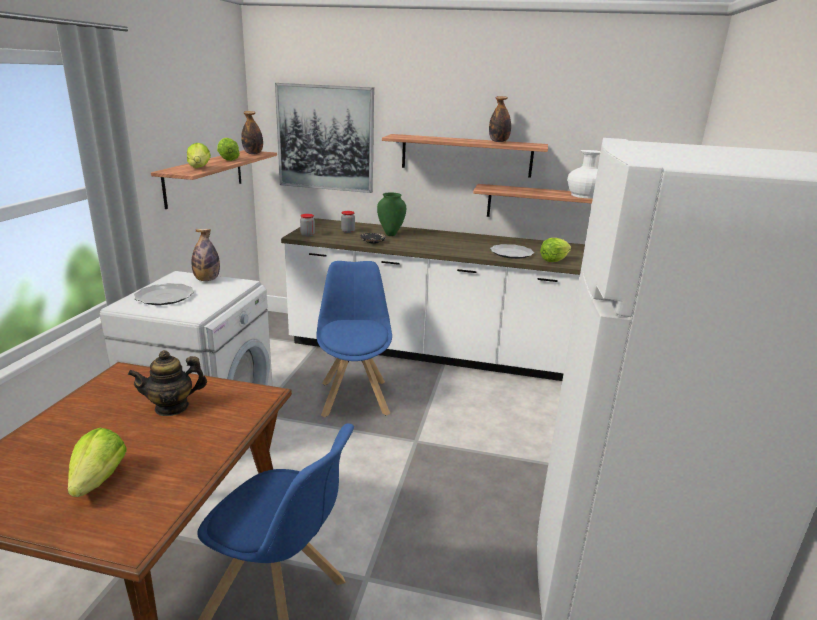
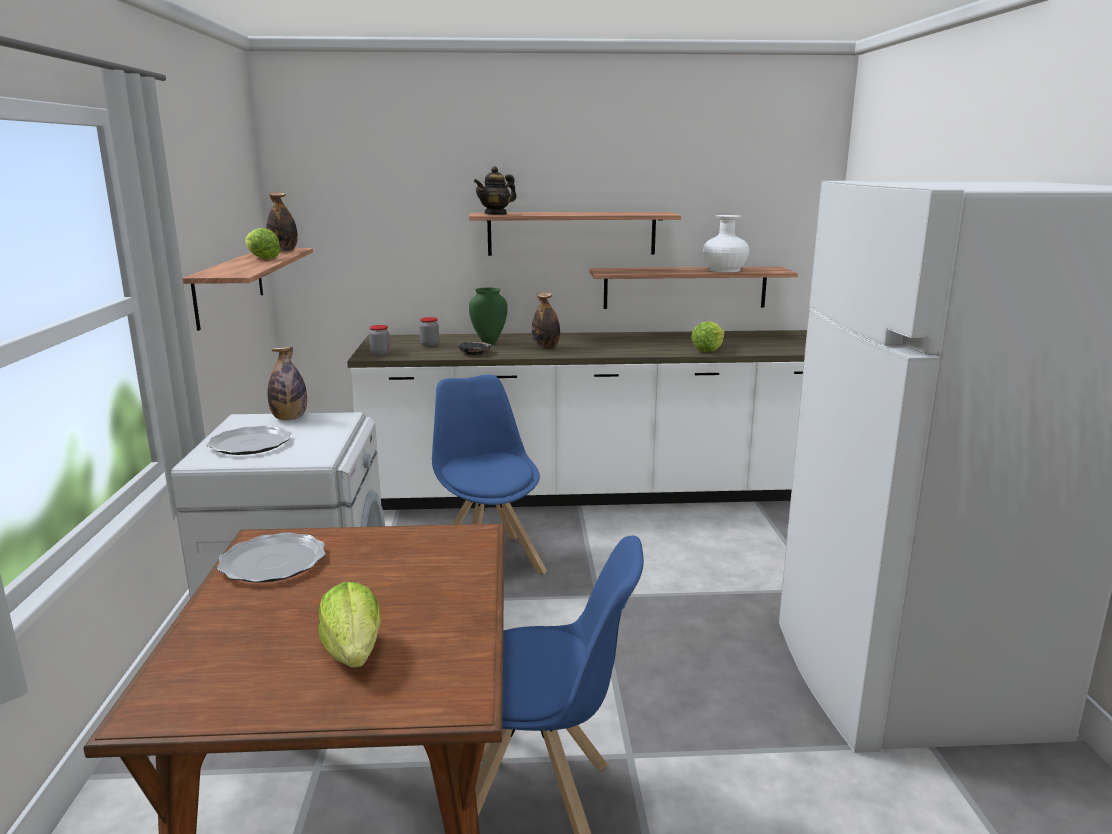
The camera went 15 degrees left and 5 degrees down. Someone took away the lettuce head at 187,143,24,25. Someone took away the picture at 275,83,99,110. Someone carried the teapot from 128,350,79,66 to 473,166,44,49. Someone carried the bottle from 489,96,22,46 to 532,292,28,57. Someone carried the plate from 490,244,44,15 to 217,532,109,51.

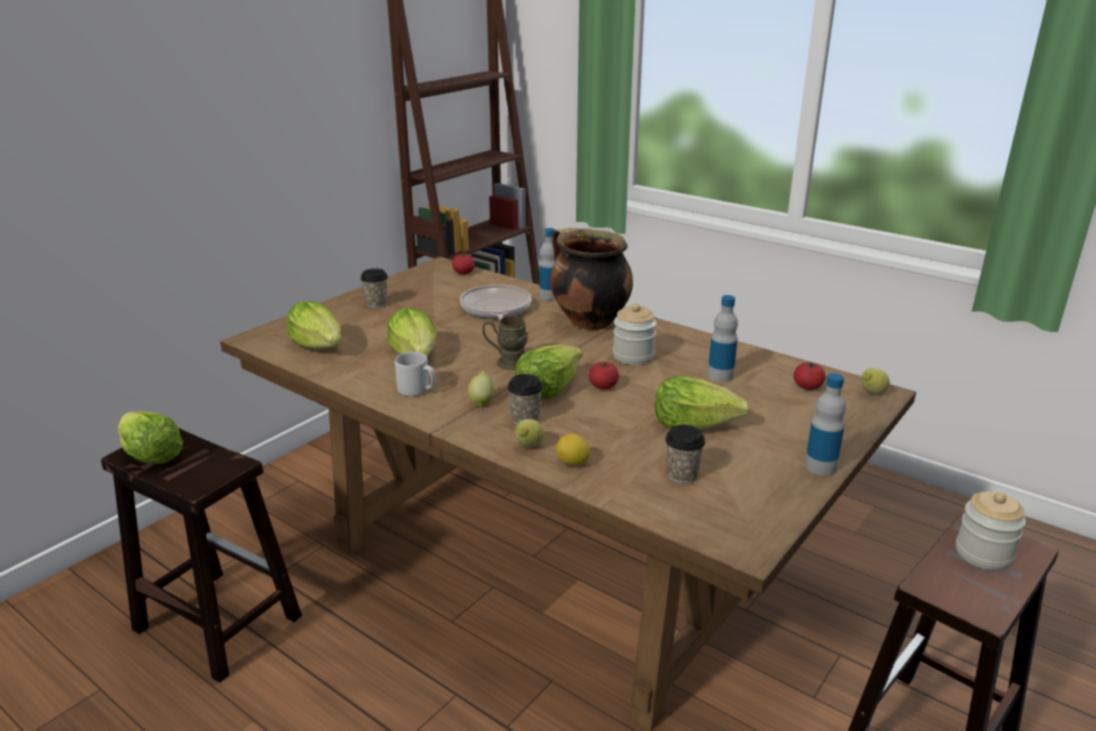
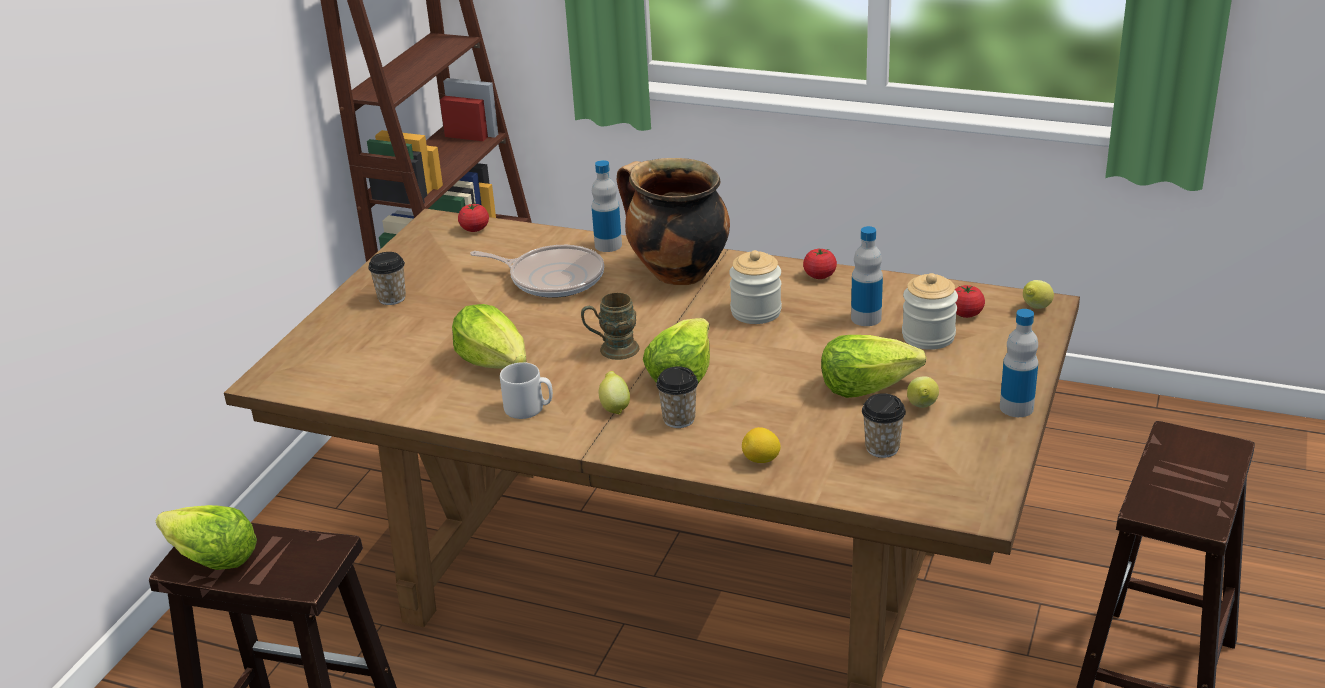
The camera went 15 degrees left and 5 degrees up. Someone took away the lettuce head at 287,301,54,48. Someone carried the lemon from 515,419,29,28 to 907,376,32,32. Someone carried the tomato from 588,362,31,28 to 803,249,34,30. Someone carried the preserve jar from 956,491,70,79 to 902,273,56,77. Someone rotated the skillet at 460,284,72,39 by 135 degrees clockwise.

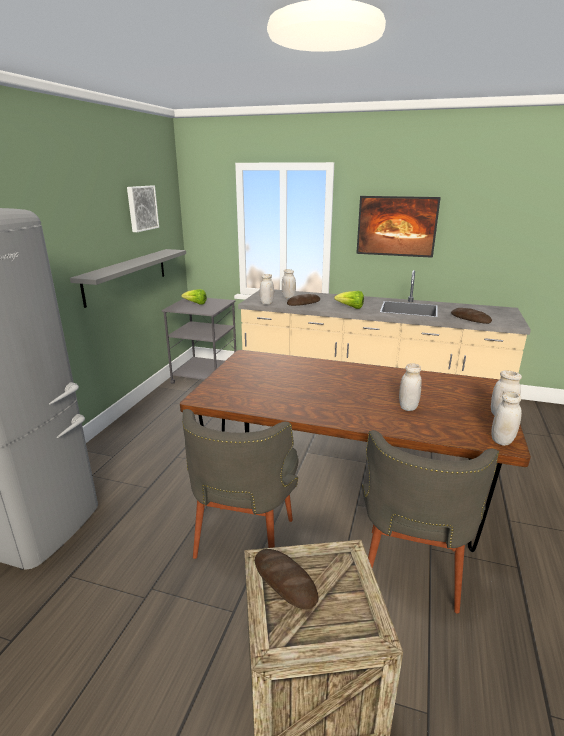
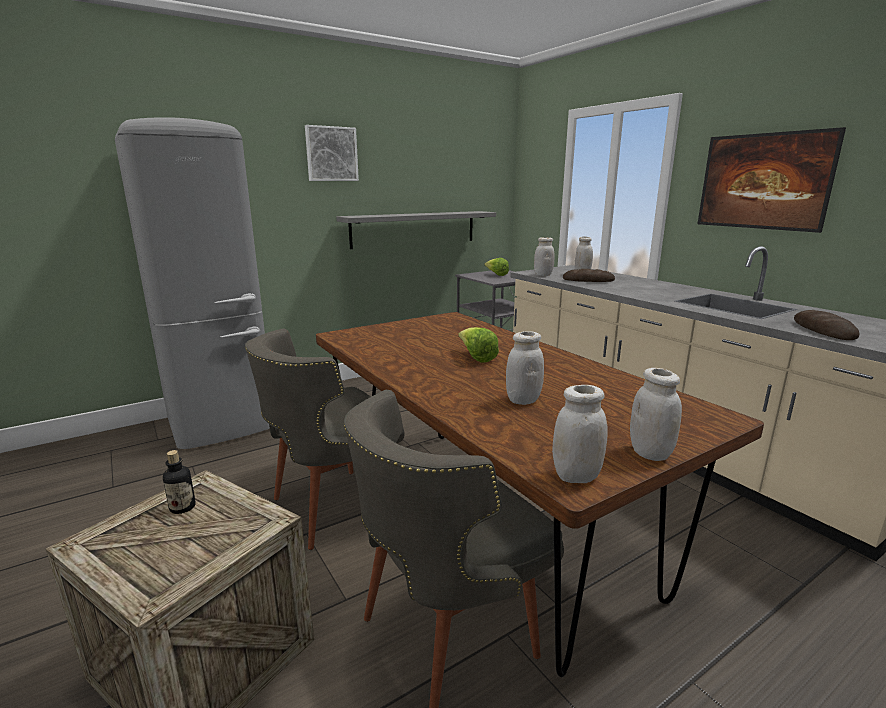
The camera went 40 degrees right and 5 degrees down. Someone carried the picture from 127,186,32,46 to 305,125,54,56. Someone carried the lettuce head from 334,291,30,18 to 458,327,41,36. Someone swapped the baked bread at 255,549,64,61 for the bottle at 163,450,32,64.

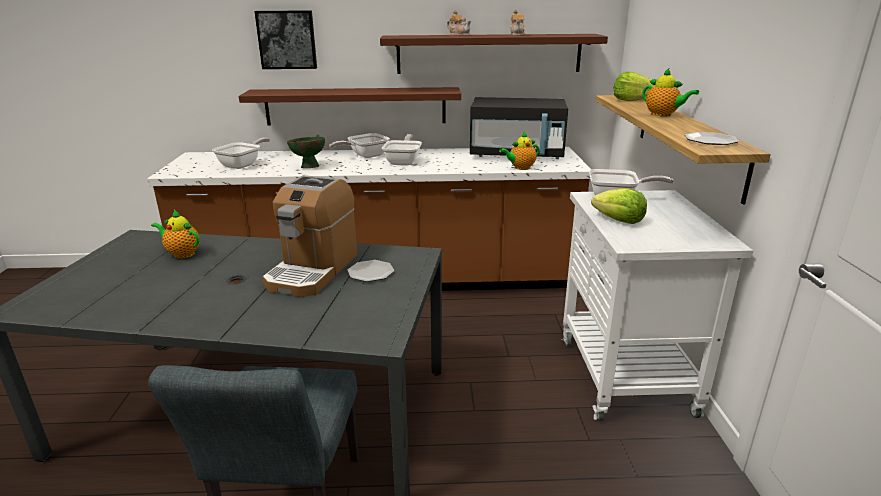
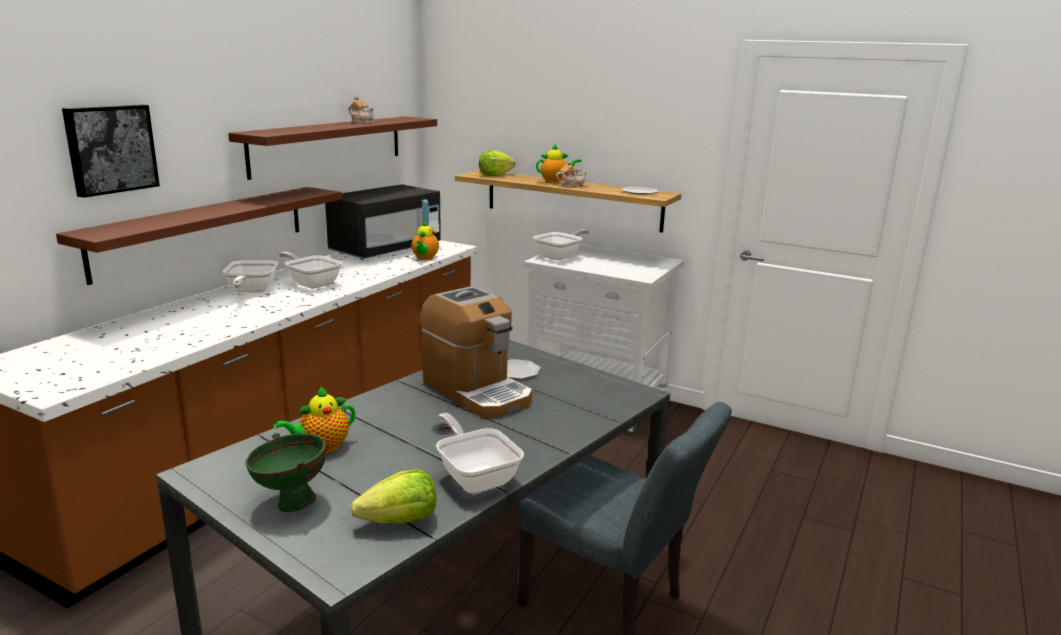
The camera went 60 degrees left and 5 degrees down. Someone carried the skillet from 212,138,58,31 to 436,413,88,80. Someone carried the serving bowl/green from 287,134,38,34 to 245,433,81,79. Someone carried the teapot from 447,10,24,26 to 556,161,32,27. Someone carried the lettuce head from 591,188,56,36 to 351,469,85,54.

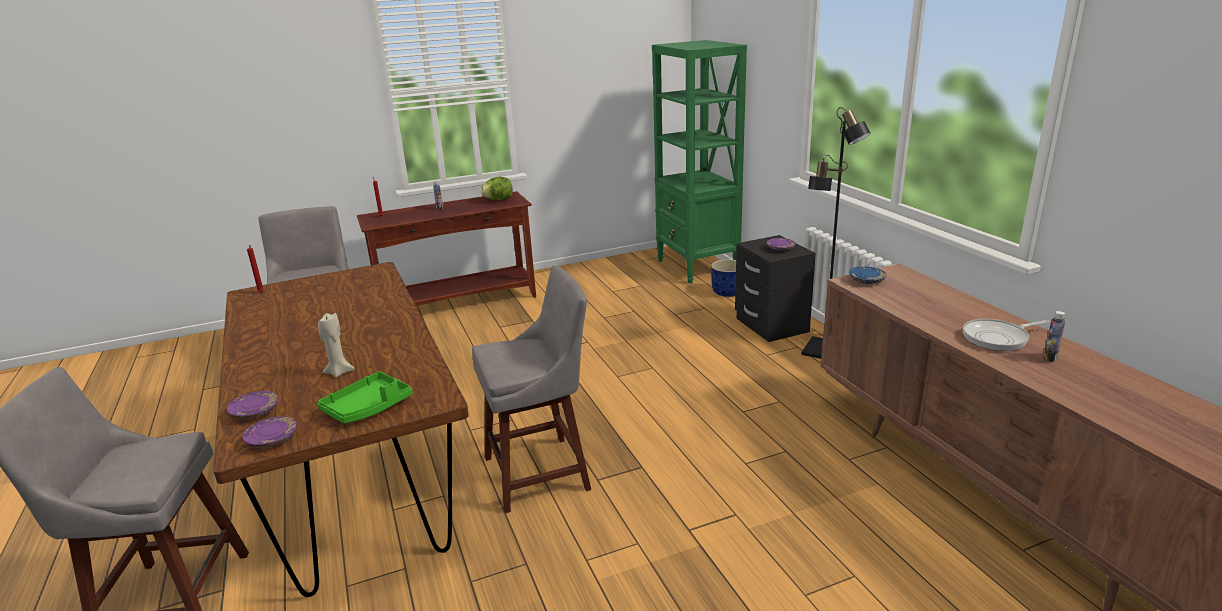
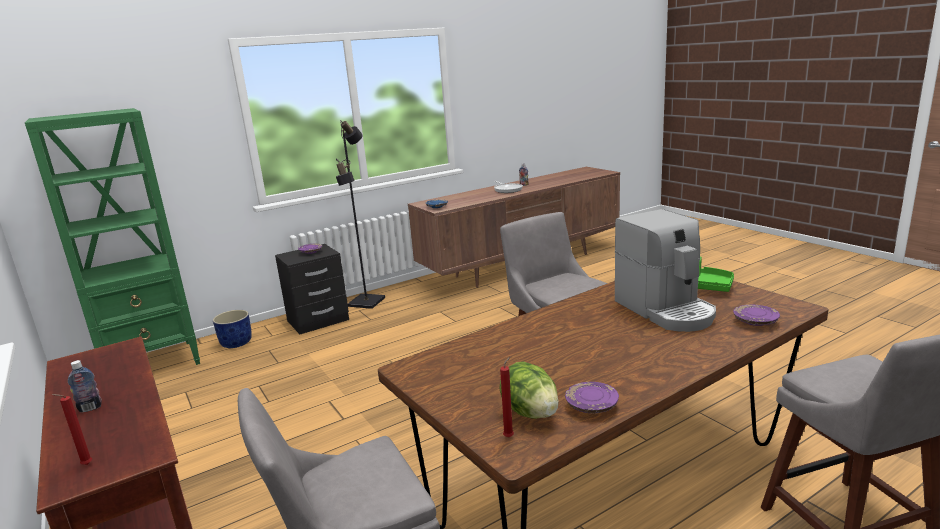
The camera went 100 degrees left and 5 degrees down. Someone carried the plate/purplish from 242,416,55,32 to 565,382,54,31. Someone carried the lettuce head from 480,177,32,23 to 499,361,60,58. Someone swapped the wax candle/sand-coloured at 318,313,37,65 for the coffee machine at 615,209,101,123.

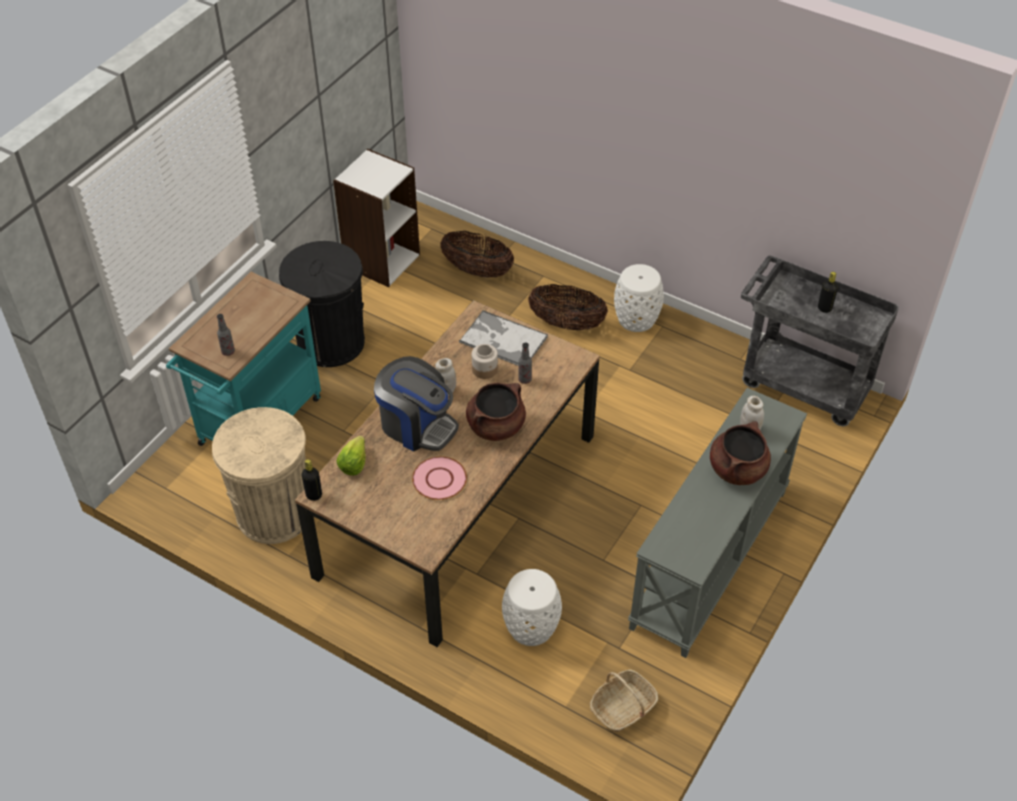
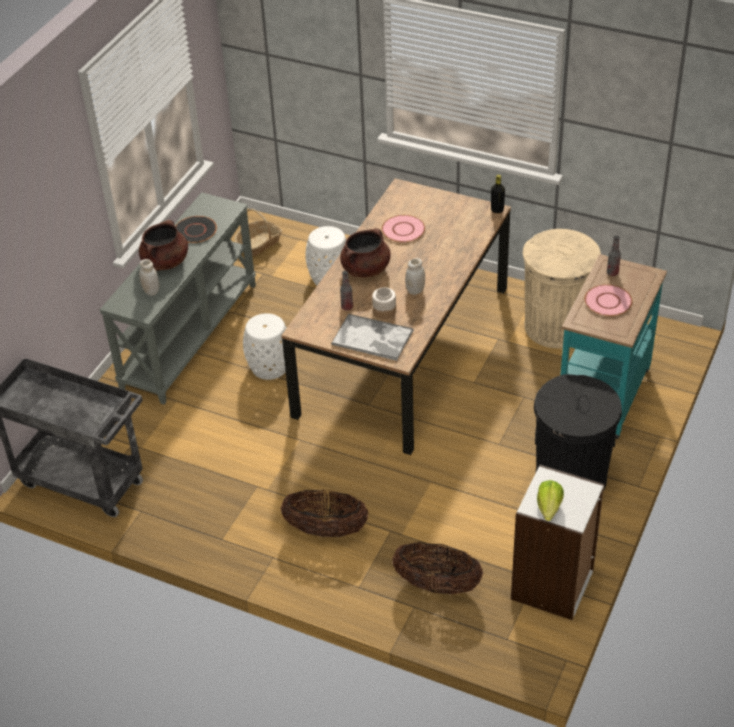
The camera went 175 degrees right and 5 degrees down. Someone took away the coffee machine at 374,356,85,96. Someone took away the bottle/black-coloured at 818,272,20,41. Someone put down the plate/black-coloured at 176,216,41,27. Someone put down the plate/pinkish at 585,284,47,32. Someone carried the lettuce head from 337,436,29,40 to 537,480,27,41. Someone carried the stool seat/white from 614,264,50,68 to 243,313,44,67.

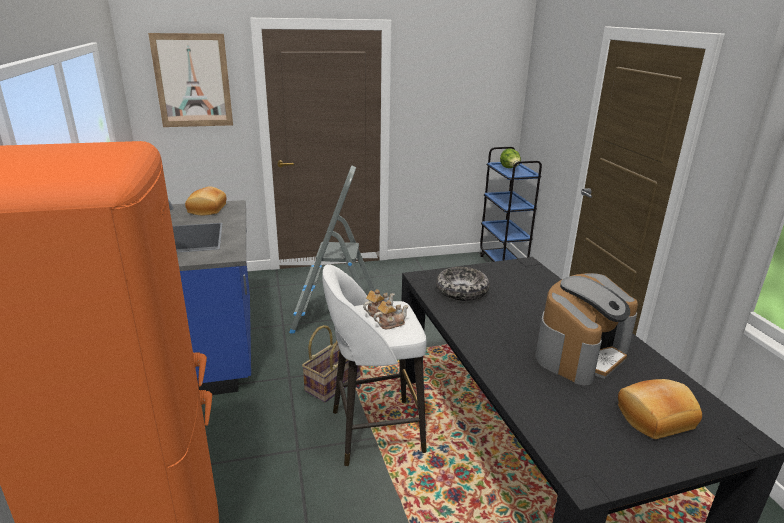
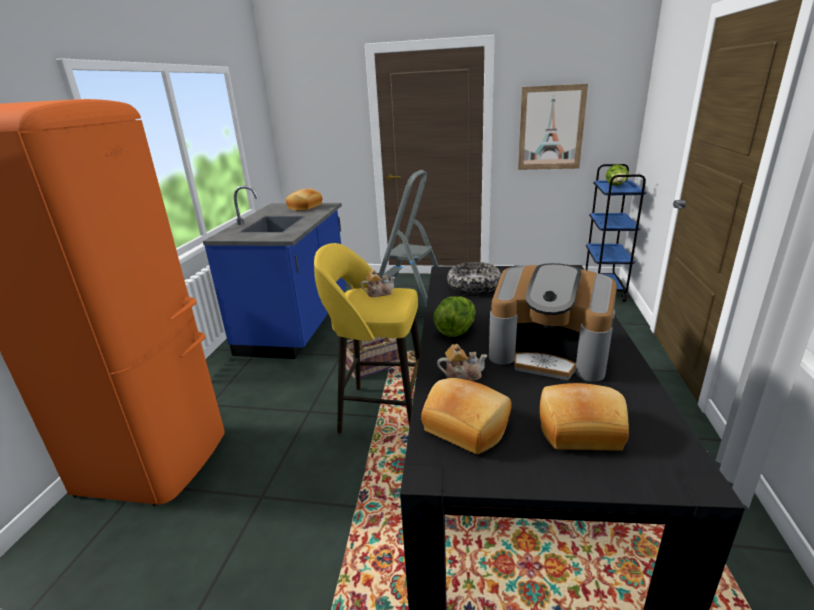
The camera went 25 degrees right and 0 degrees up. Someone put down the baked bread at 421,378,91,76. Someone put down the lettuce head at 433,296,43,41. Someone carried the picture from 148,33,85,94 to 518,84,70,86. Someone carried the teapot from 374,300,34,29 to 437,344,51,37. Someone repainted the stool seat/white at 322,264,105,202, which became the stool seat/yellow at 314,243,106,191. Someone rotated the coffee machine at 535,273,103,112 by 45 degrees clockwise.

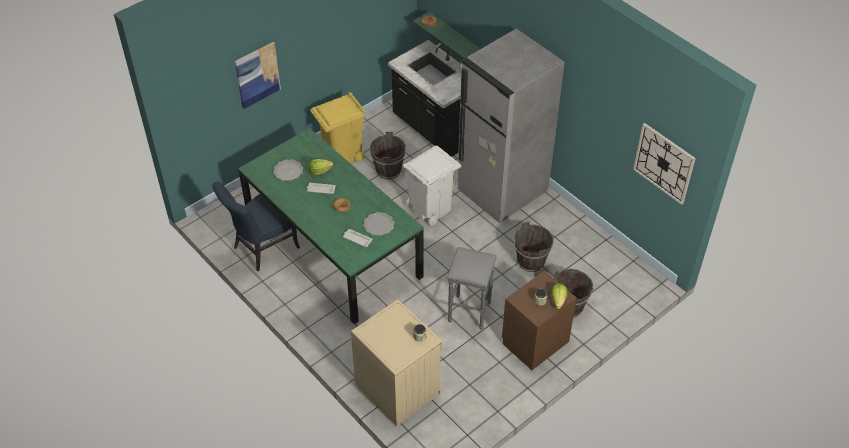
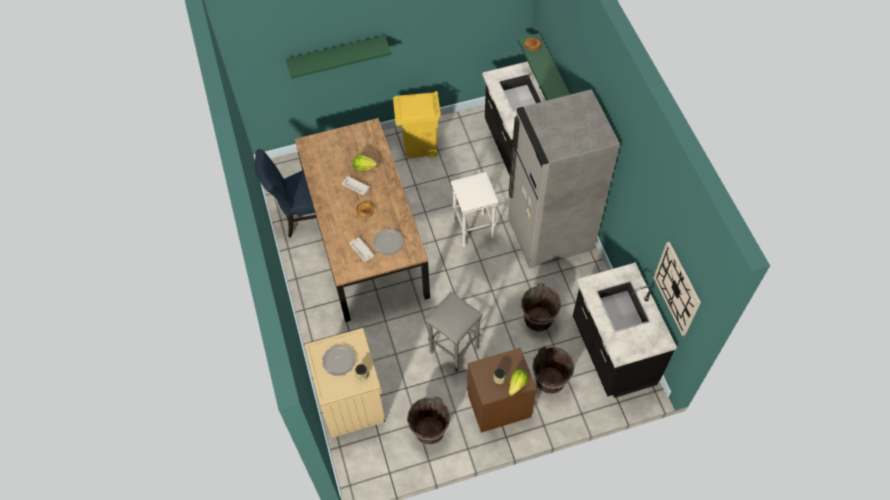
The camera went 25 degrees right and 10 degrees up. Someone put down the counter/black-coloured at 573,262,104,136. Someone carried the plate from 273,159,30,22 to 322,345,34,31. Someone carried the water bucket/brown-coloured from 370,132,36,47 to 407,396,43,49. Someone swapped the picture at 235,42,46,67 for the wall shelf/green at 286,35,105,44. Someone swapped the trash can/white at 403,146,58,80 for the stool seat/white at 451,172,48,75. Someone repainted the kitchen table/green at 238,128,186,196, which became the kitchen table/brown-coloured at 295,118,135,204.

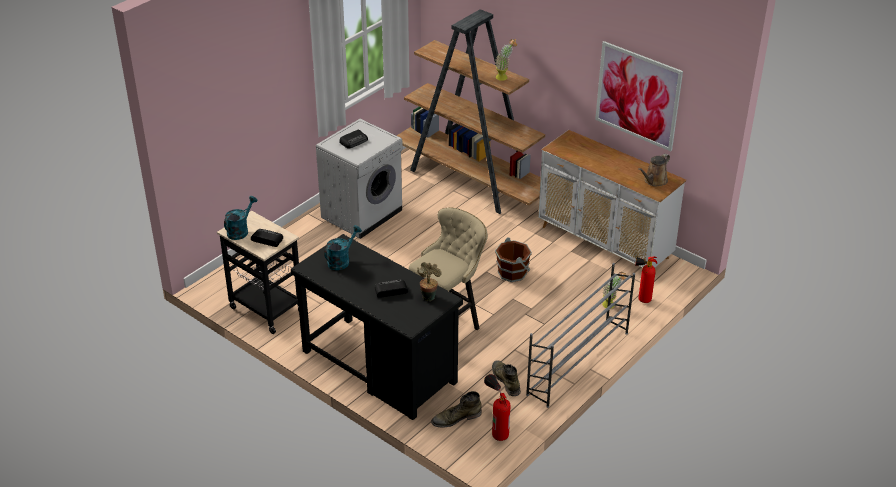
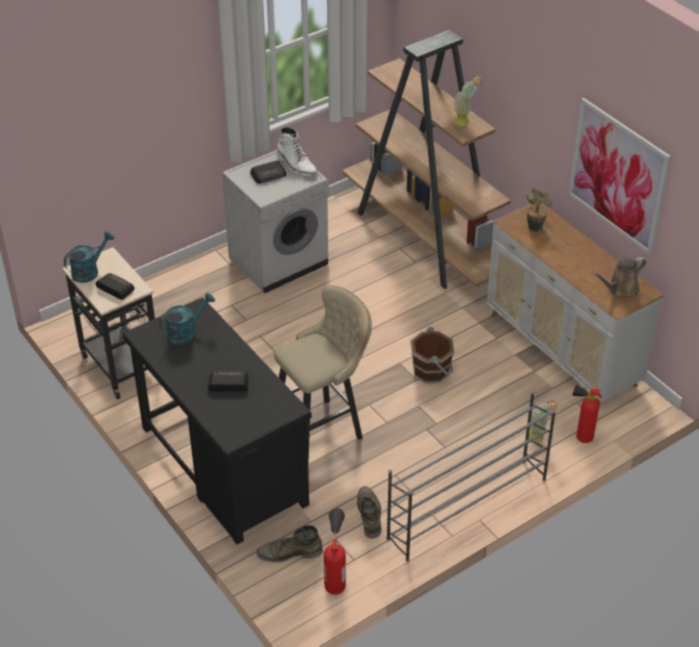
The camera went 15 degrees right and 5 degrees up. Someone put down the boot/white at 276,127,42,49. Someone carried the potted plant from 417,262,25,39 to 527,188,26,44.

